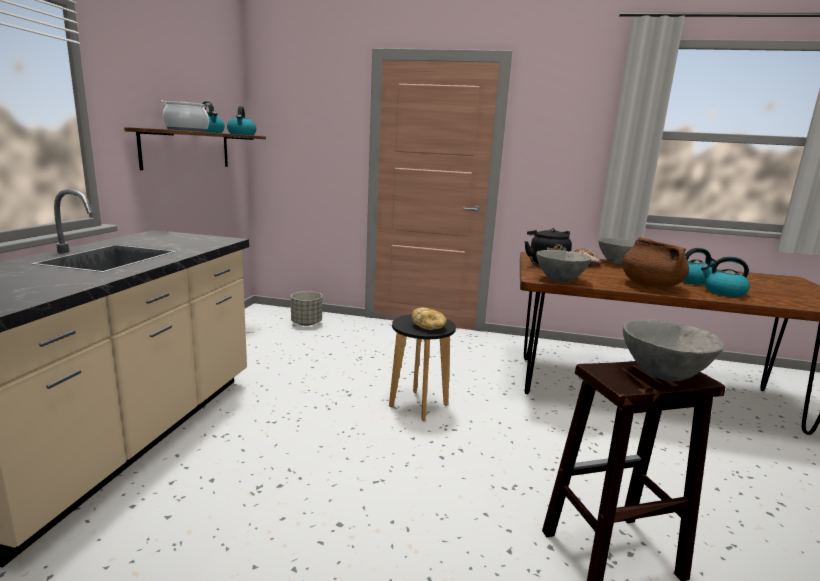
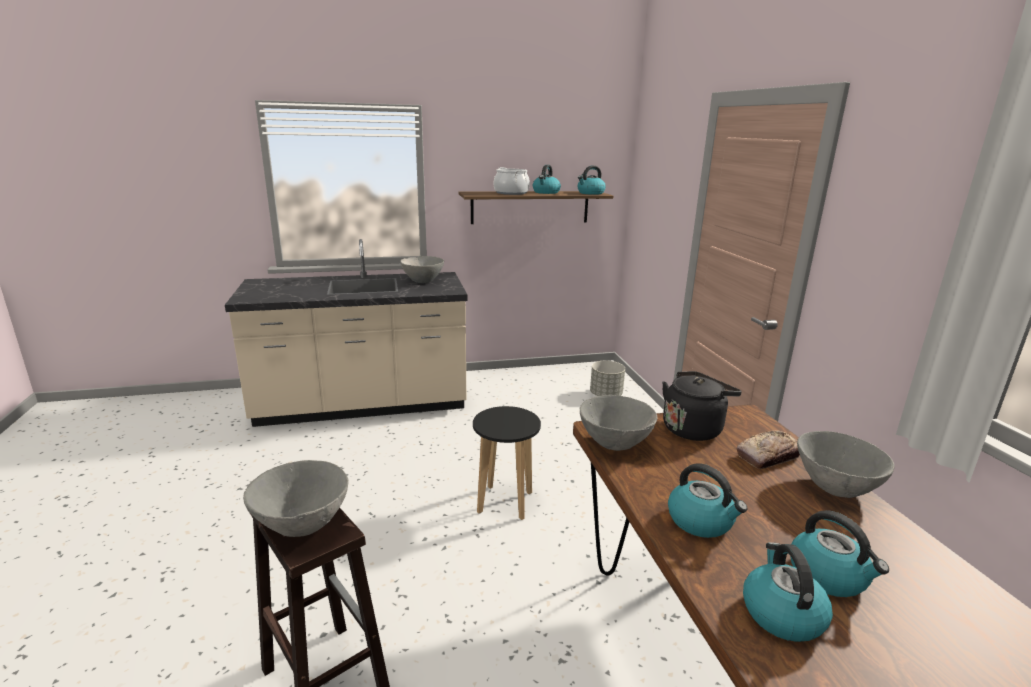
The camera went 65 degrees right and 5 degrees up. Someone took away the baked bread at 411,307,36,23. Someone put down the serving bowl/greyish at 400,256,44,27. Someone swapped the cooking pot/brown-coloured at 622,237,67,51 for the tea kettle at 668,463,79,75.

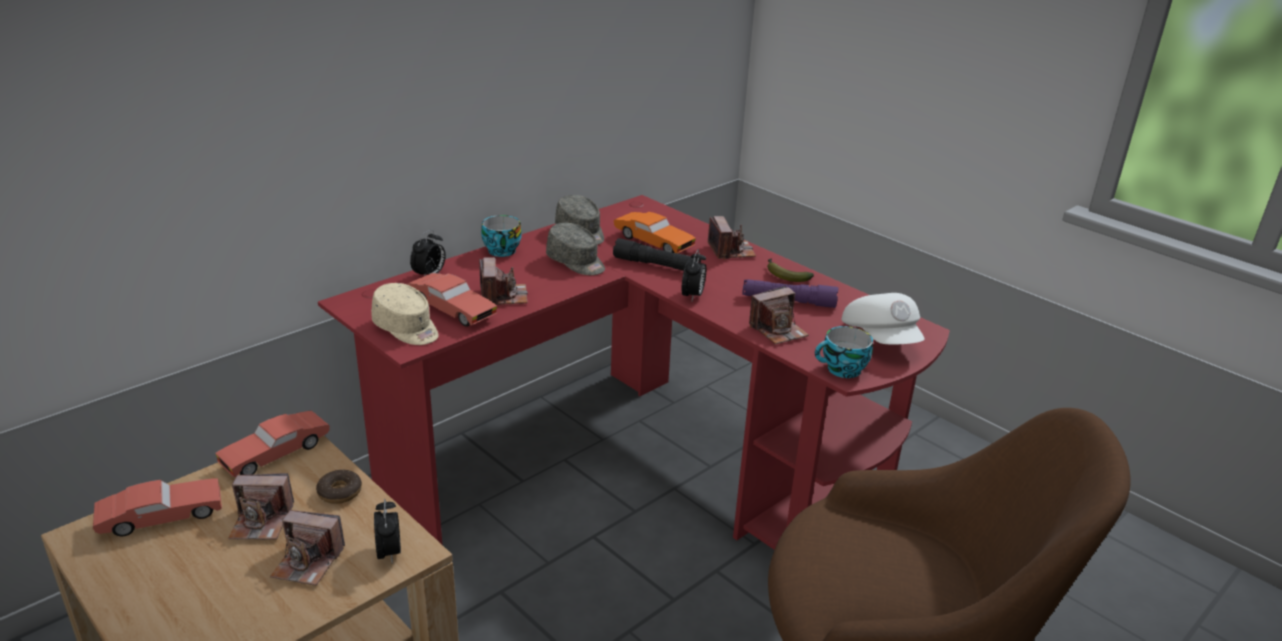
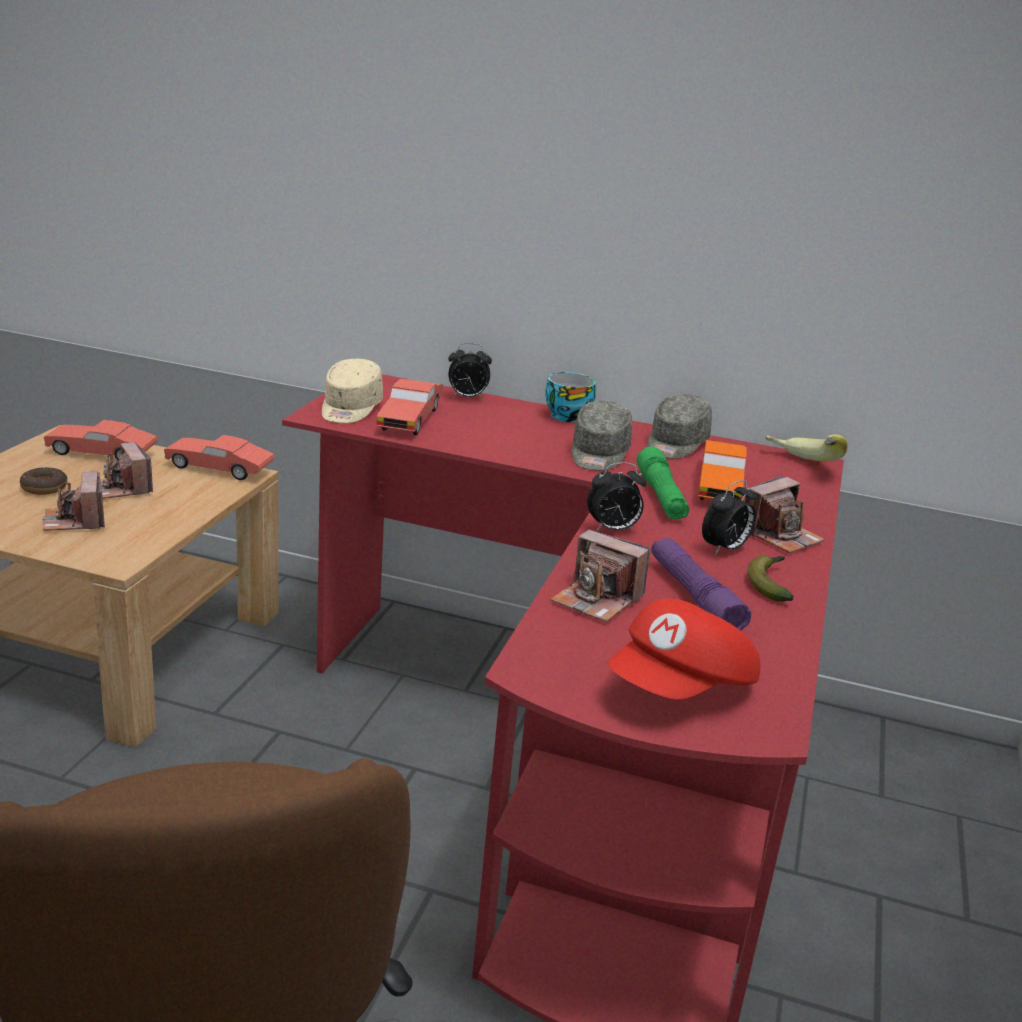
The camera went 60 degrees right and 5 degrees down. Someone took away the still camera at 479,257,49,48. Someone took away the cup at 815,326,58,52. Someone put down the banana at 765,434,83,27. Someone carried the ring doughnut from 316,469,46,35 to 20,467,47,28. Someone carried the bedside clock from 374,499,27,65 to 702,480,54,75. Someone repainted the hand torch/black-coloured at 613,238,88,33, which became the hand torch/green at 637,447,52,73. Someone repainted the cap/white at 841,293,84,51, which became the cap/reddish at 608,599,152,101. Someone rotated the toy car/reddish at 93,478,129,59 by 150 degrees clockwise.

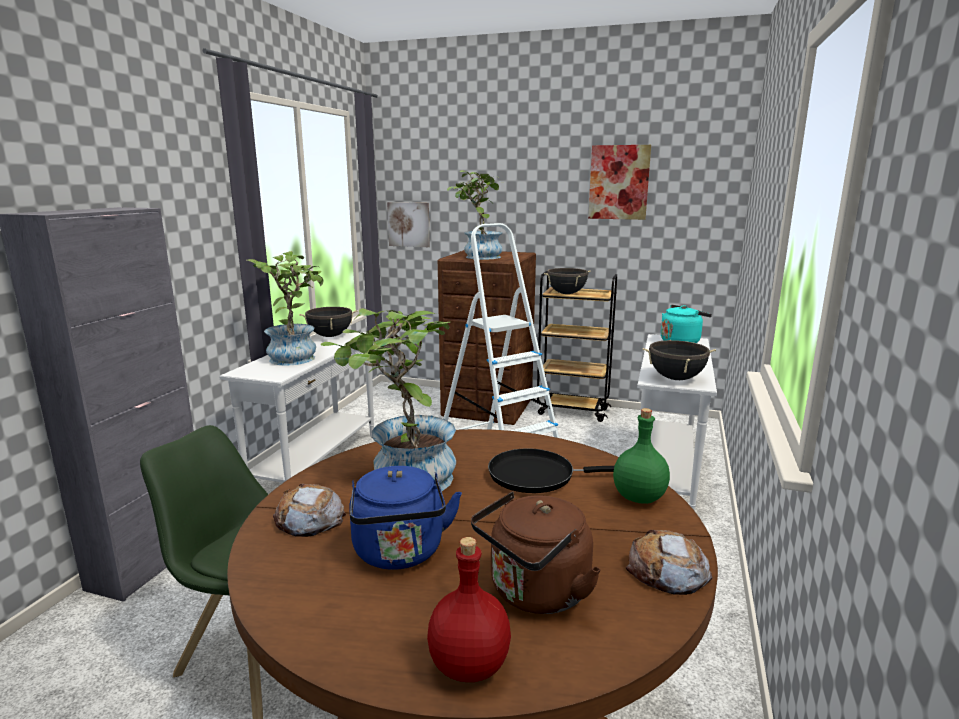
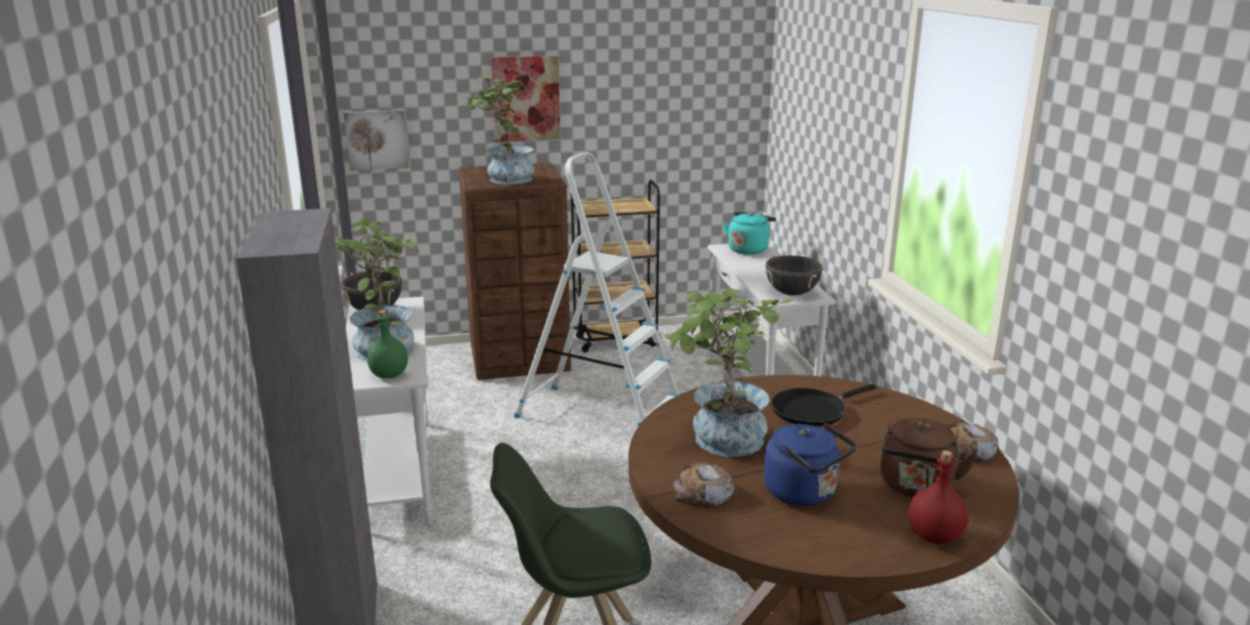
The camera went 30 degrees left and 5 degrees up. Someone took away the cooking pot/black-coloured at 544,268,46,26. Someone carried the picture from 588,145,63,75 to 491,56,69,86. Someone carried the bottle/green from 613,408,57,96 to 367,310,41,68.

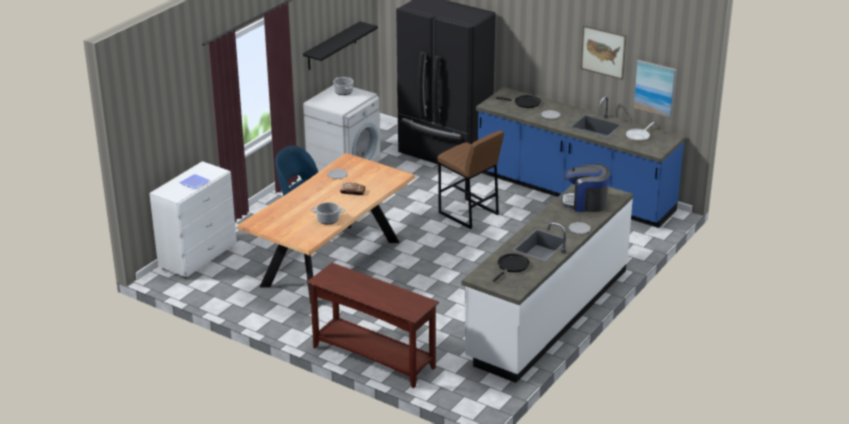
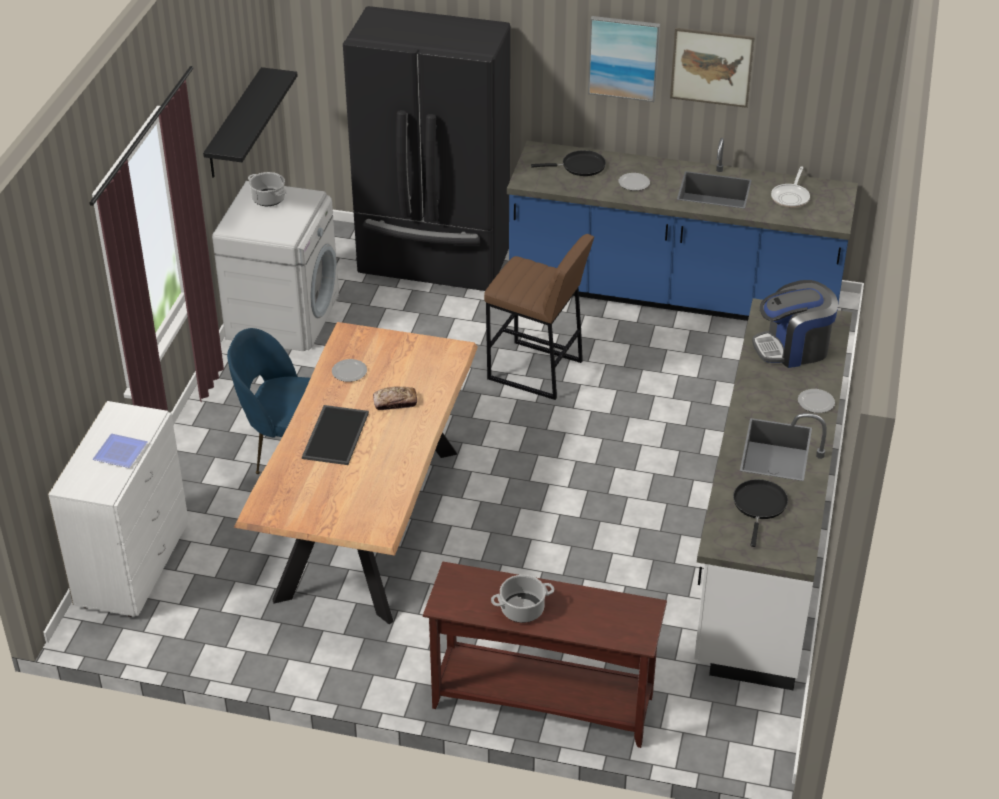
The camera went 20 degrees left and 10 degrees up. Someone put down the carrying tray at 302,405,67,60. Someone carried the cooking pot from 311,202,34,22 to 491,575,63,48. Someone carried the picture from 633,60,44,58 to 588,16,72,86.

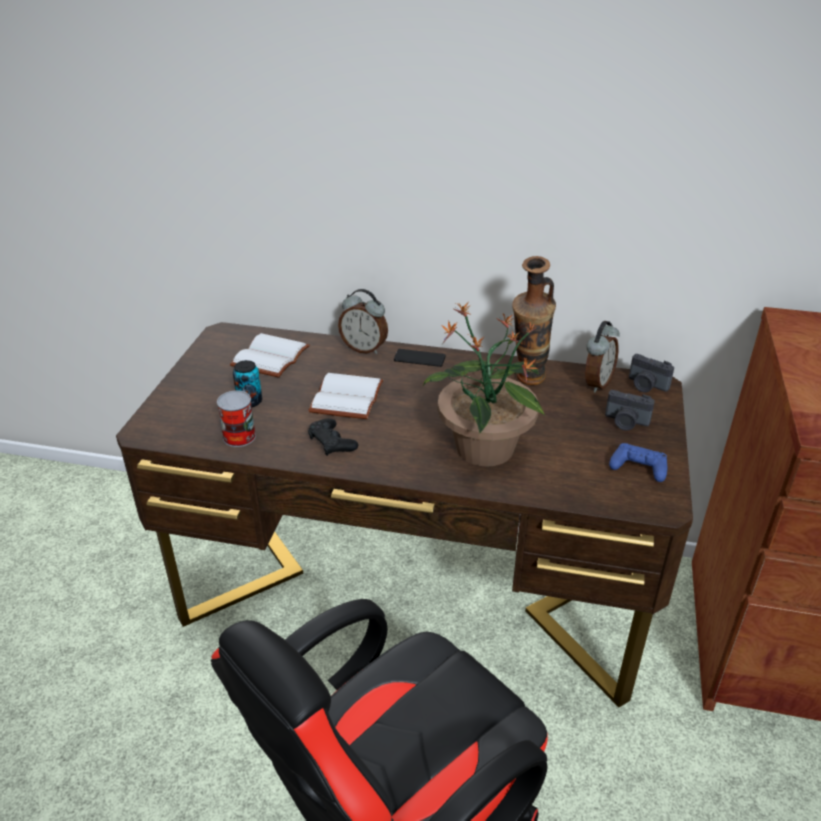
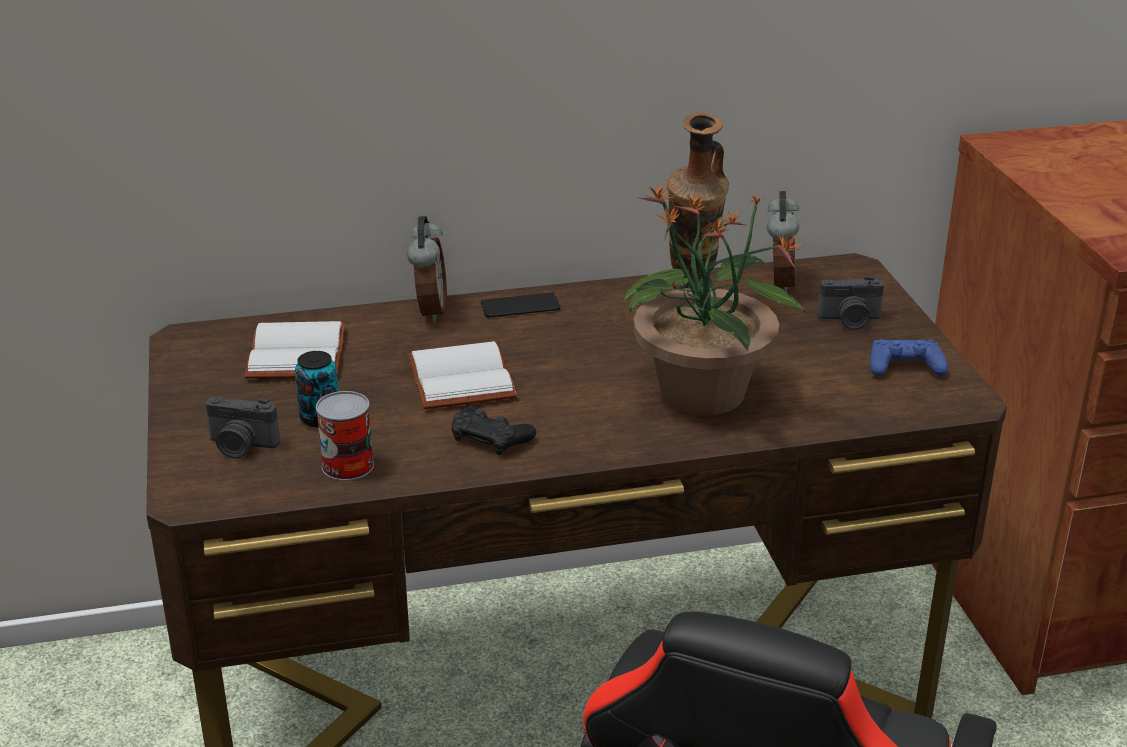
The camera went 25 degrees left and 5 degrees down. Someone carried the still camera from 629,354,45,38 to 206,397,74,62. Someone rotated the bedside clock at 338,289,50,65 by 90 degrees counterclockwise.

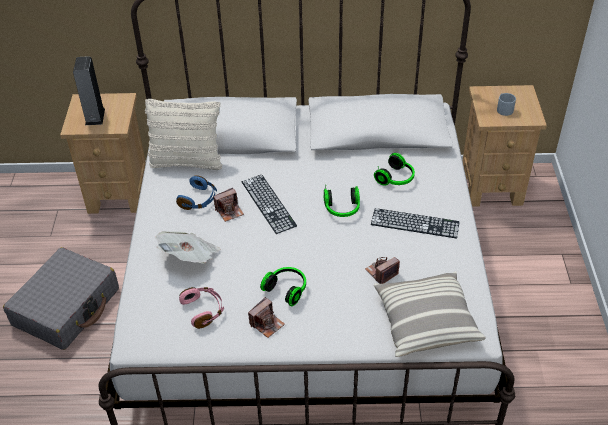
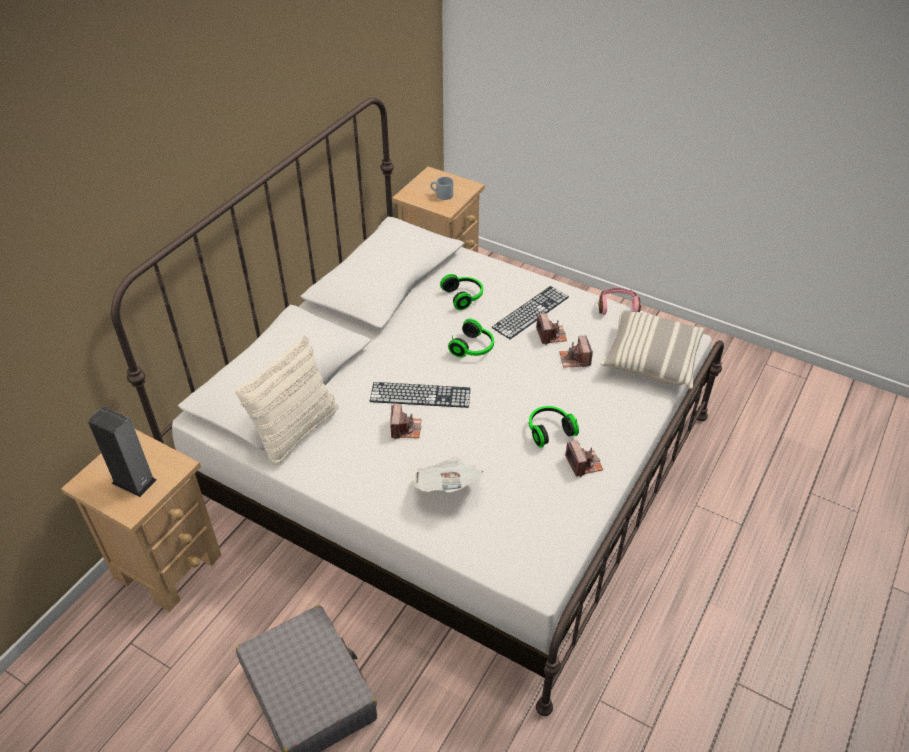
The camera went 60 degrees left and 0 degrees up. Someone took away the headphones/blue-coloured at 176,176,41,34. Someone put down the still camera at 536,313,31,32. Someone carried the headphones/pinkish from 179,287,45,42 to 598,288,43,27.

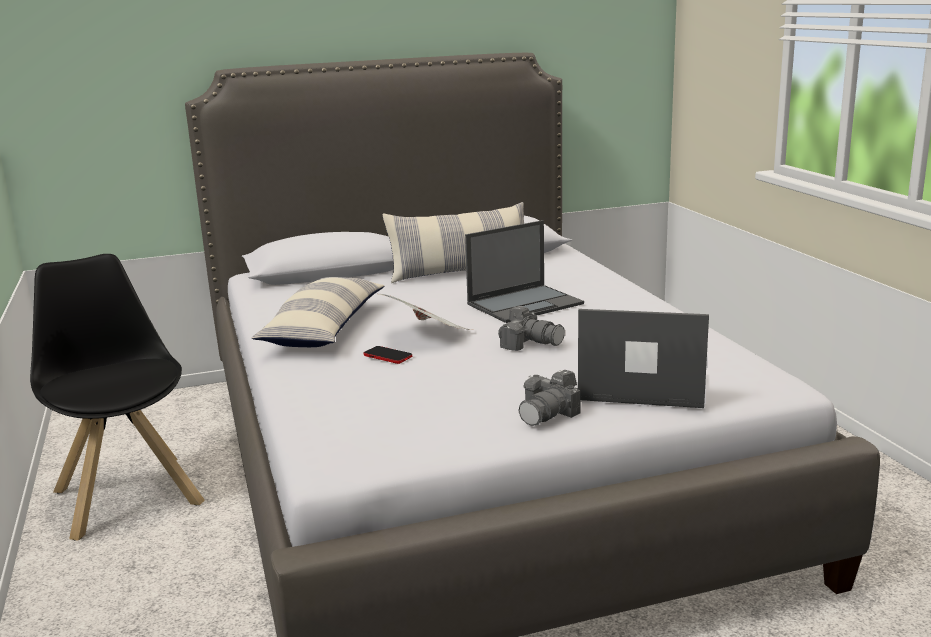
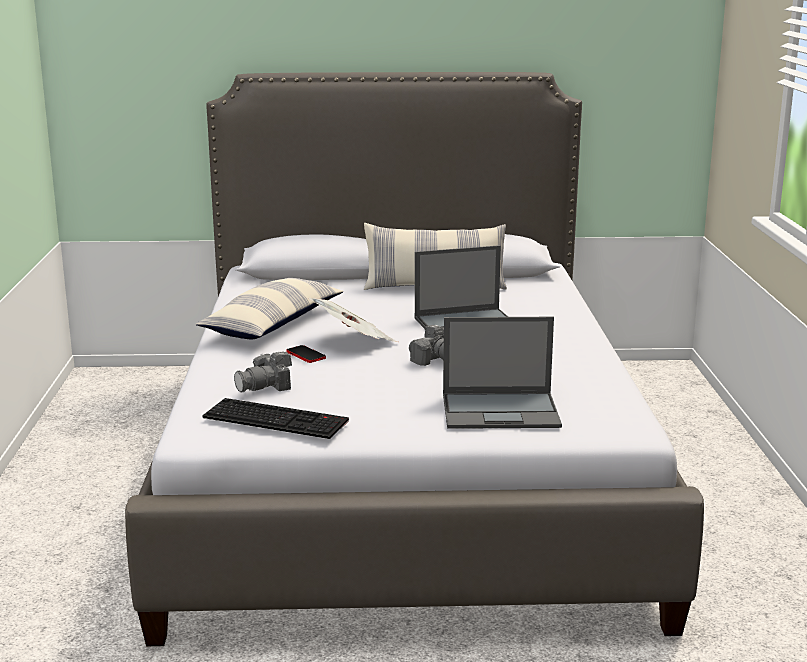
The camera went 15 degrees right and 0 degrees up. Someone took away the plain chair/black-coloured at 30,254,175,287. Someone put down the keyboard at 203,398,146,41. Someone carried the still camera from 519,370,61,56 to 234,351,58,41. Someone rotated the notebook computer at 578,309,131,99 by 150 degrees clockwise.

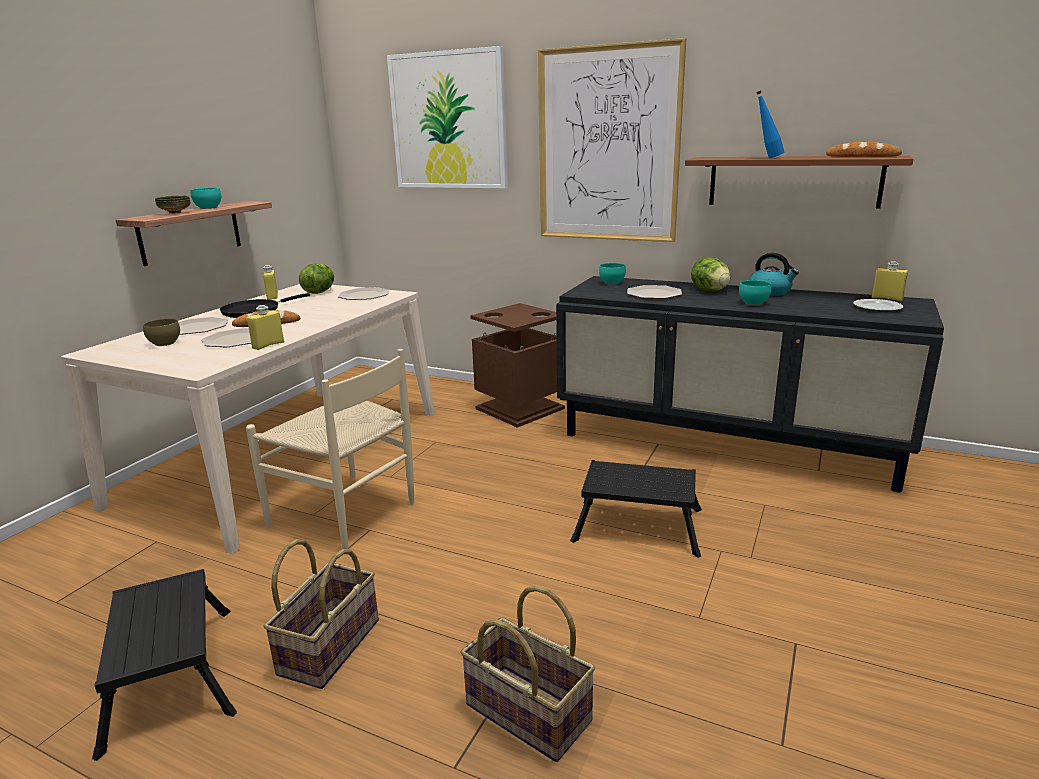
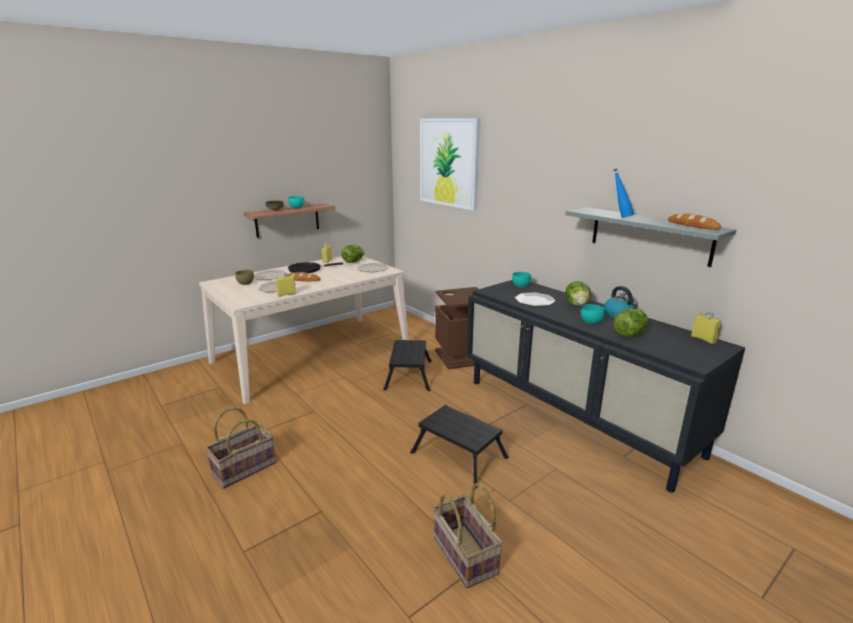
The camera went 25 degrees right and 0 degrees up. Someone took away the plain chair/sand-coloured at 246,349,169,200. Someone took away the picture at 538,38,148,204. Someone took away the plate at 853,299,51,13. Someone put down the lettuce head at 613,308,35,29. Someone carried the step stool/black-coloured from 92,569,145,192 to 383,340,49,51. Someone carried the storage basket from 460,585,135,177 to 433,483,70,105. Someone repainted the wall shelf/brown-coloured at 685,156,228,52, which became the wall shelf/greyish at 565,207,171,60.

